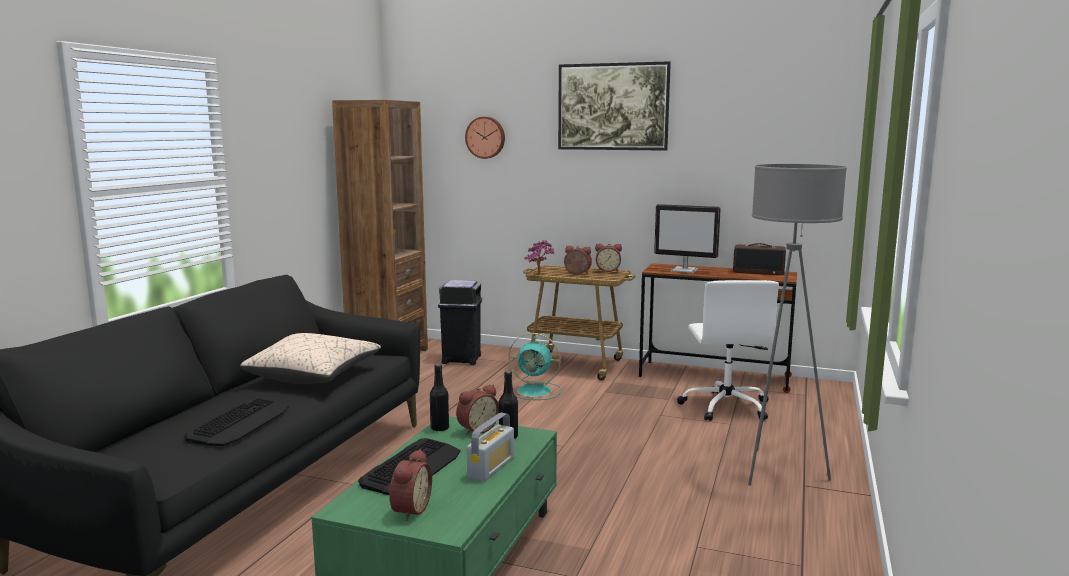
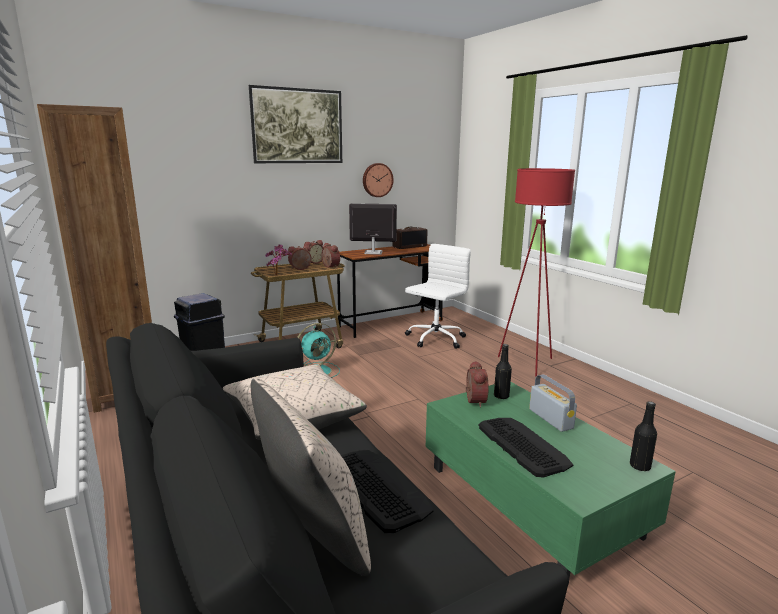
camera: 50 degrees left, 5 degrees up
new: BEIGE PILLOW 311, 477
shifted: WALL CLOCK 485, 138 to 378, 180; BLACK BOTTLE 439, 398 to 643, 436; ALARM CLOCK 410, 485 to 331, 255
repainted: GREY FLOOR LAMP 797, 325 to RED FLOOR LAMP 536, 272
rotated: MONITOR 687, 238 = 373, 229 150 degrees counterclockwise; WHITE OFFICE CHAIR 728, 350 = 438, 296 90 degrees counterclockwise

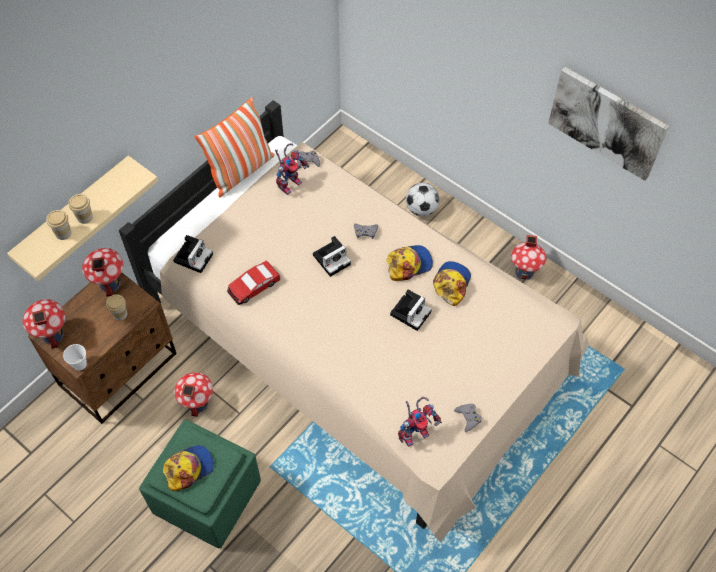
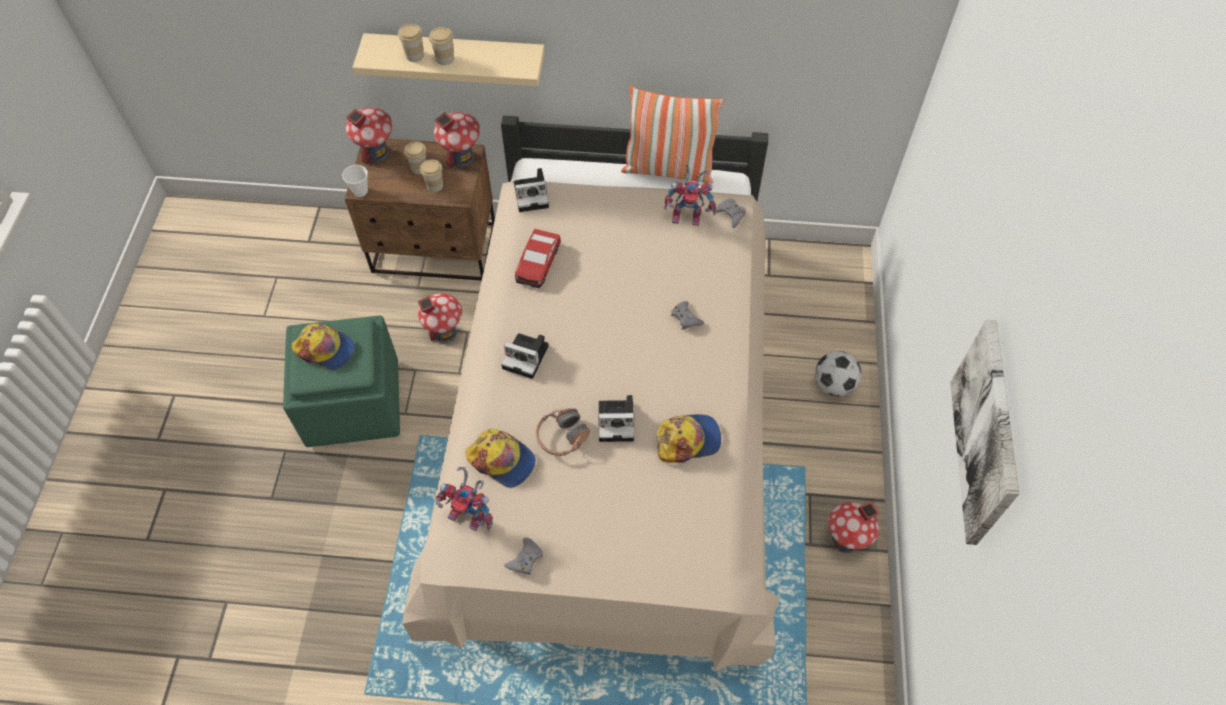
camera: 55 degrees right, 0 degrees up
new: CUP 415, 158; HEADPHONES 563, 432
shifted: PHOTO CAMERA 332, 256 to 525, 356; CAP 409, 263 to 500, 458
rotated: TOY CAR 253, 283 = 538, 258 90 degrees counterclockwise

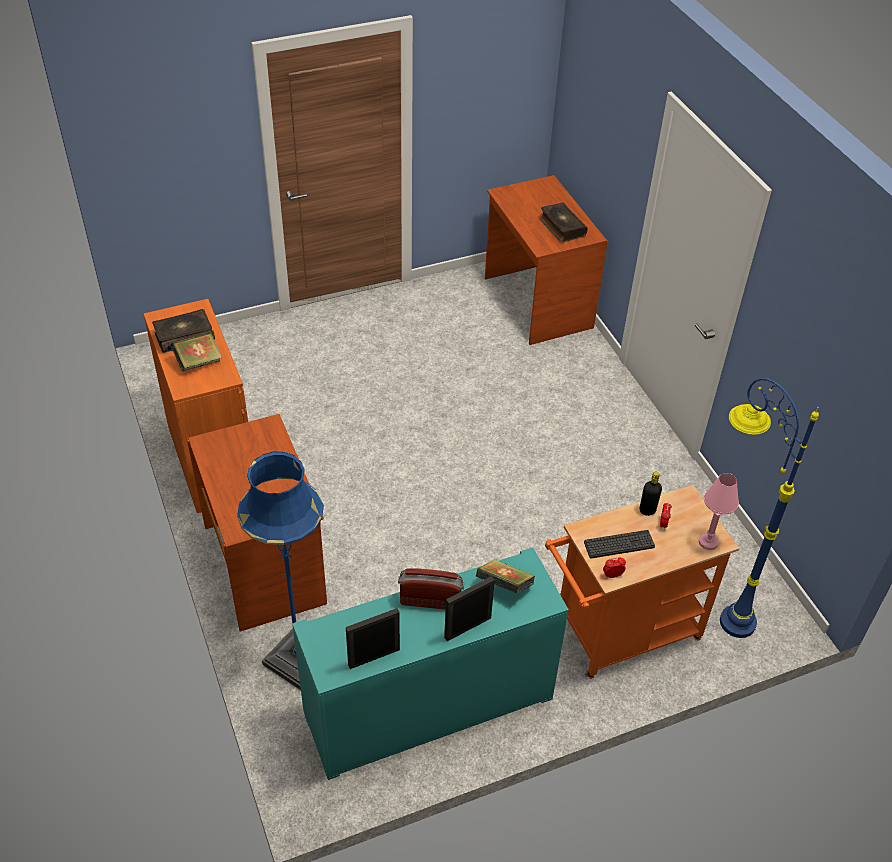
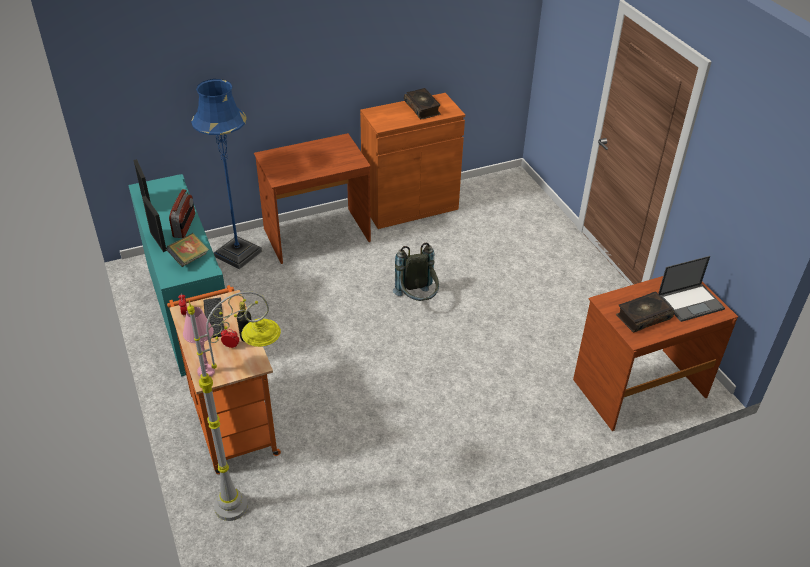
camera: 90 degrees right, 5 degrees down
gone: BOOK 197, 352
new: GREY BACKPACK 416, 272; LAPTOP 691, 289
repainted: BLUE FLOOR LAMP 769, 508 to GREY FLOOR LAMP 234, 406

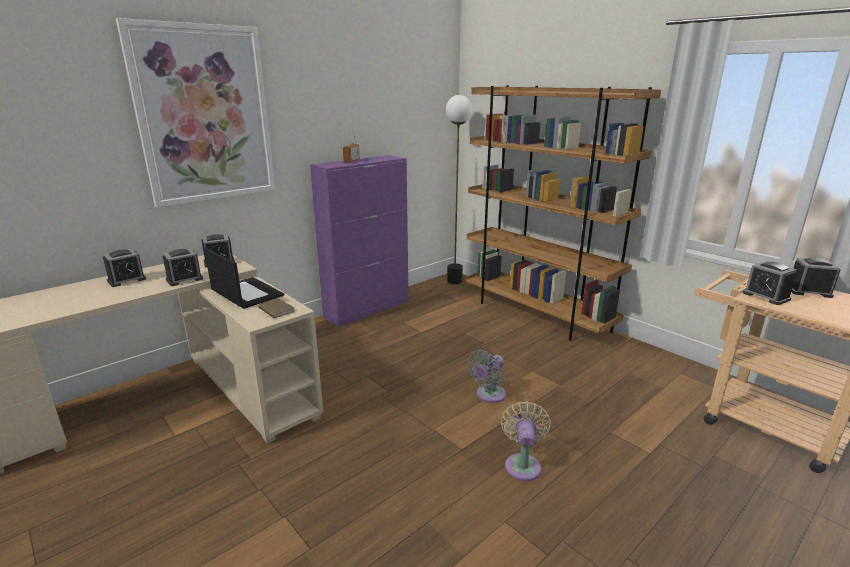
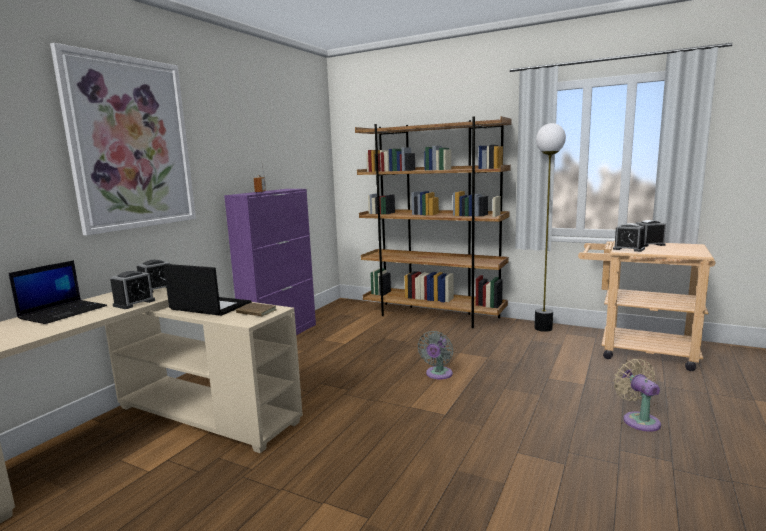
camera: 20 degrees left, 10 degrees down
shifted: FLOOR LAMP 459, 189 to 550, 227; BEIGE FAN 526, 441 to 637, 395
swapped: ALARM CLOCK 124, 268 to LAPTOP 58, 292

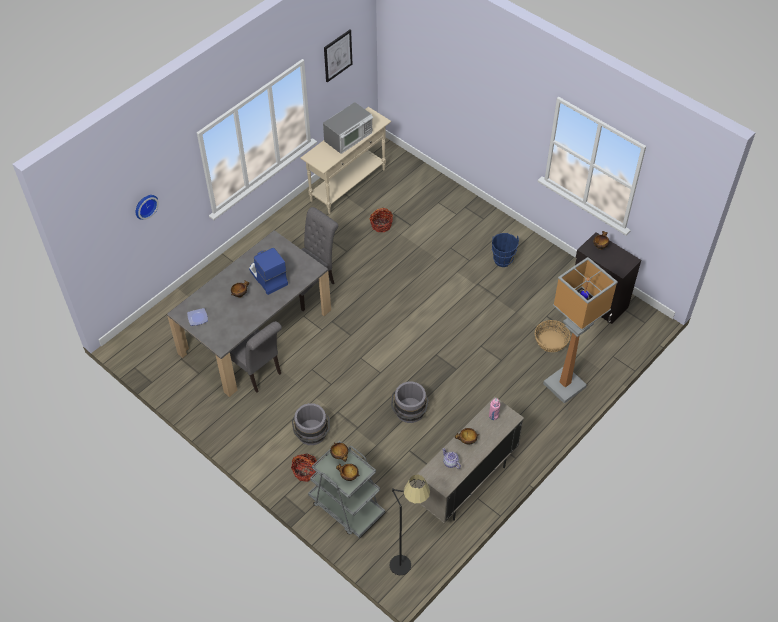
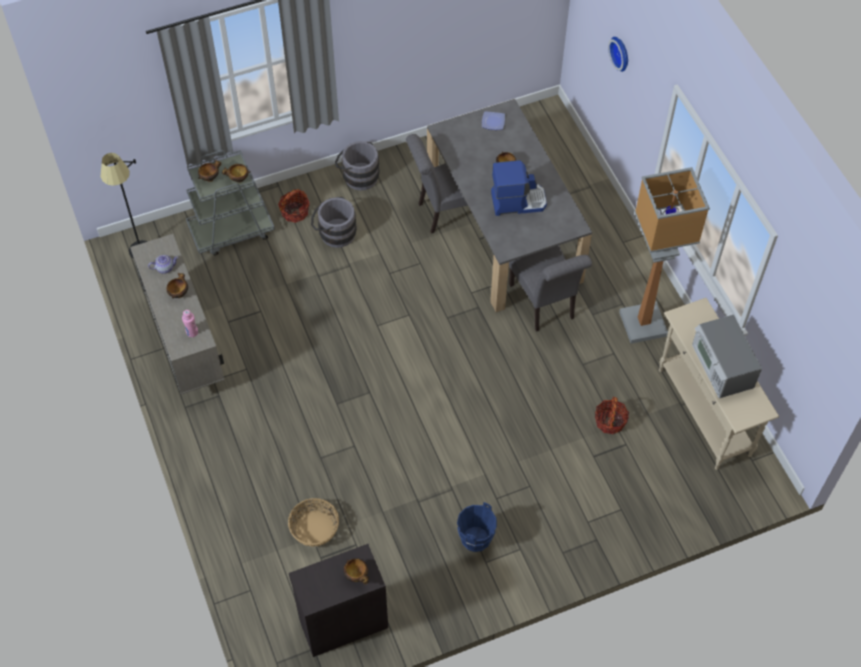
camera: 115 degrees right, 5 degrees up
gone: PICTURE 338, 56
shifted: FLOOR LAMP 580, 330 to 664, 255; GREY BUCKET 410, 402 to 357, 166

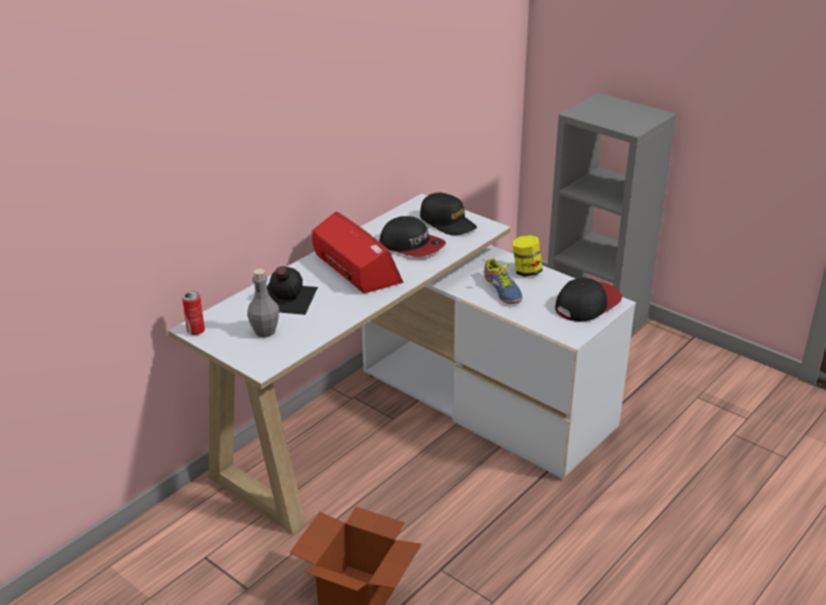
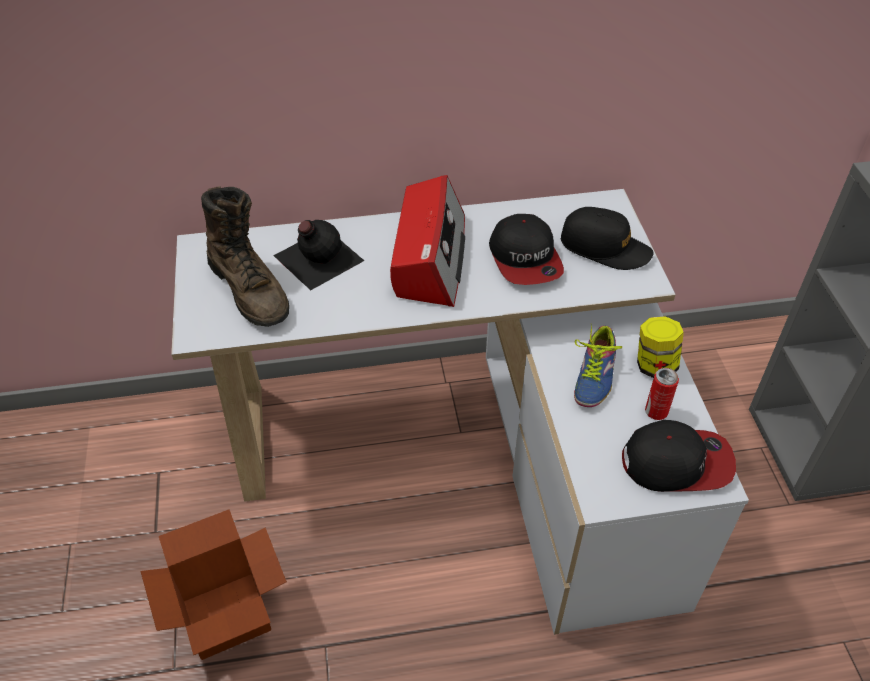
camera: 40 degrees right, 15 degrees up
shifted: CAN 193, 313 to 662, 394
swapped: GREY BOTTLE 263, 303 to BROWN BOOT 245, 256
rotated: BLACK CAP 448, 213 = 607, 238 60 degrees counterclockwise

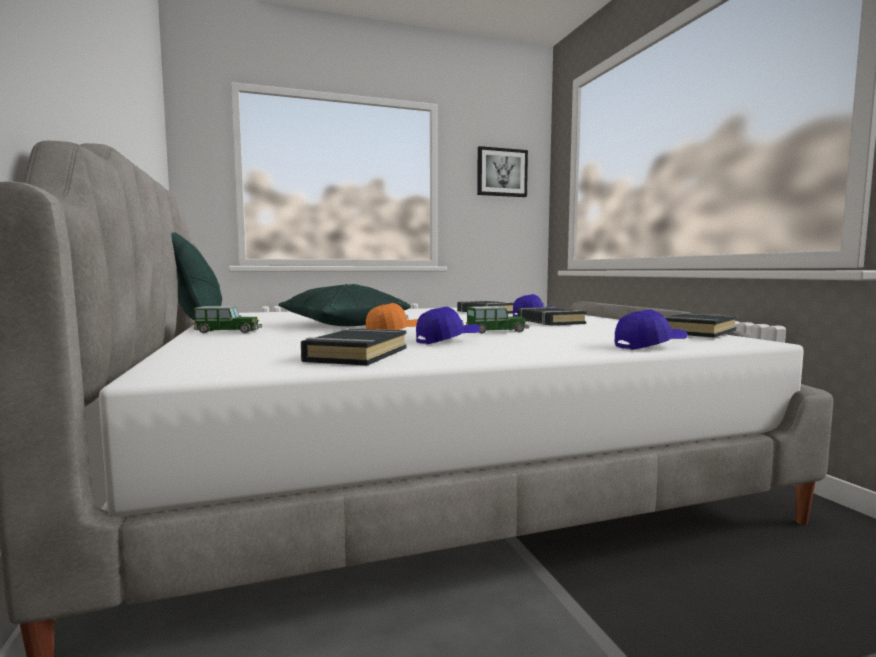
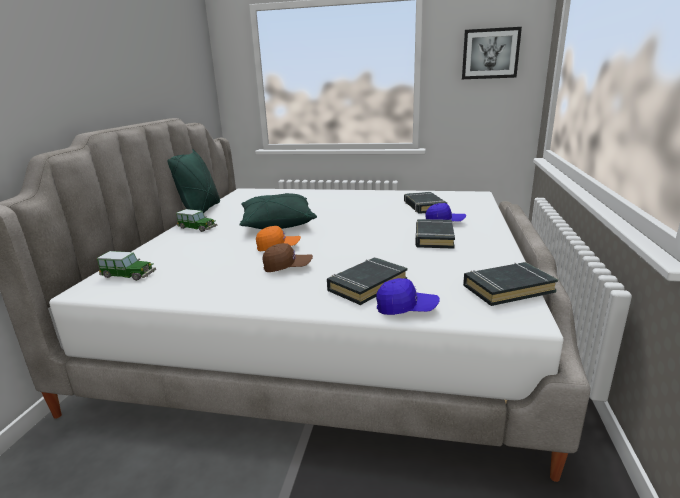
camera: 30 degrees right, 15 degrees up
shifted: TOY CAR 497, 320 to 126, 266; BLACK BOOK 354, 347 to 367, 281
repainted: BLUE CAP 448, 325 to BROWN CAP 287, 257

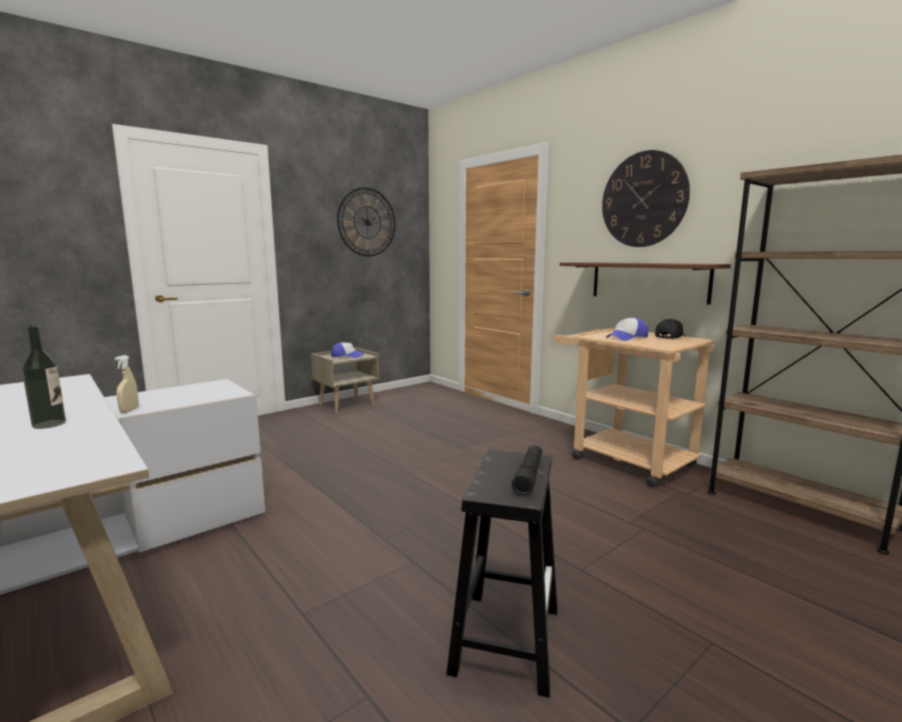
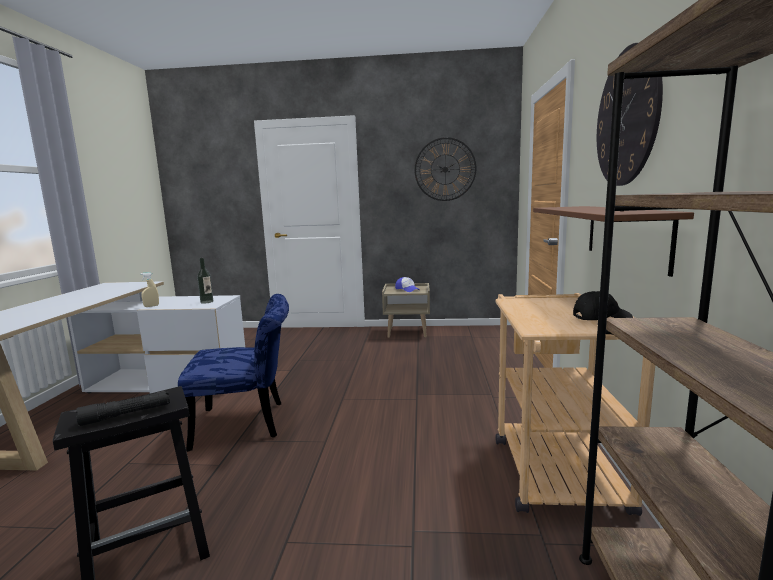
camera: 45 degrees right, 0 degrees up
gone: CAP 627, 329
new: BLUE CHAIR 233, 373
shifted: BOTTLE 44, 377 to 205, 280

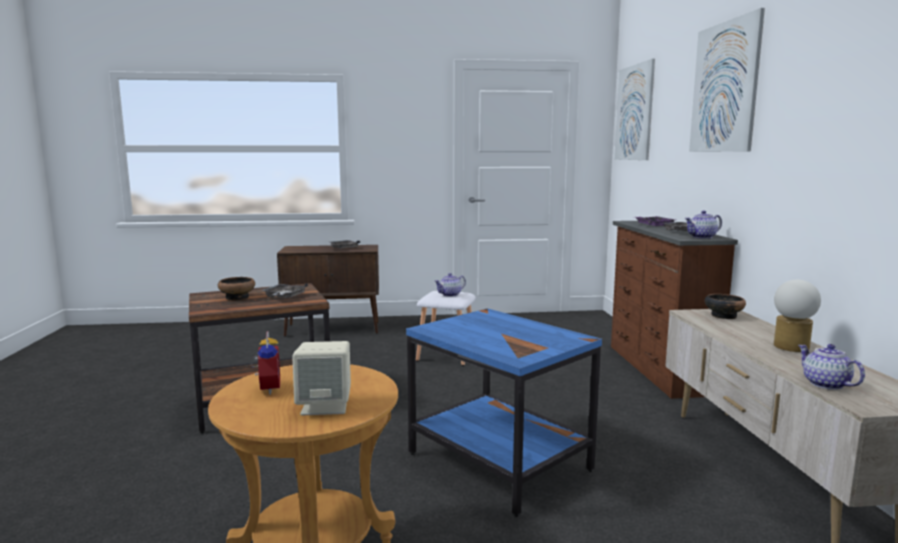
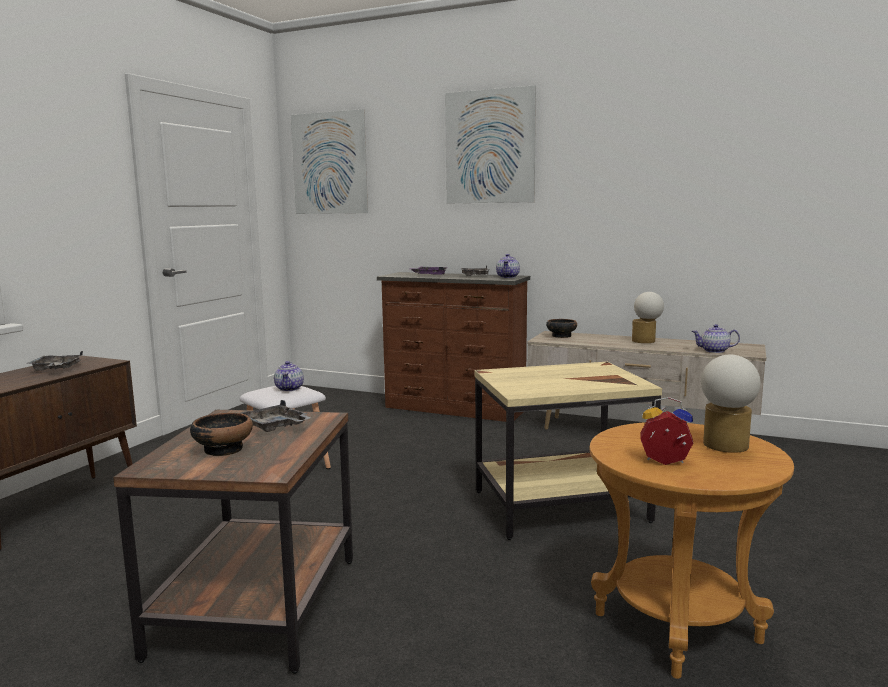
camera: 60 degrees left, 0 degrees up
swapped: BEIGE SPEAKER 321, 378 to TABLE LAMP 730, 404
repainted: BLUE SIDE TABLE 504, 412 to BEIGE SIDE TABLE 568, 451

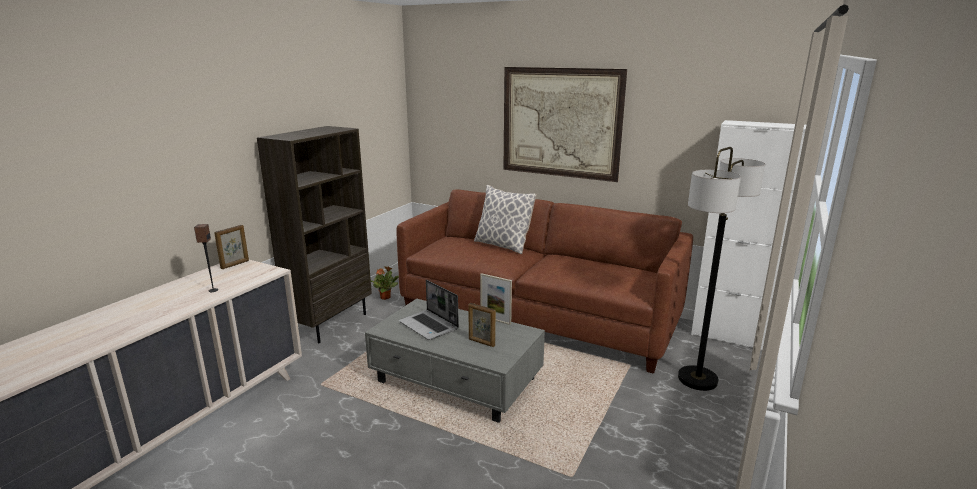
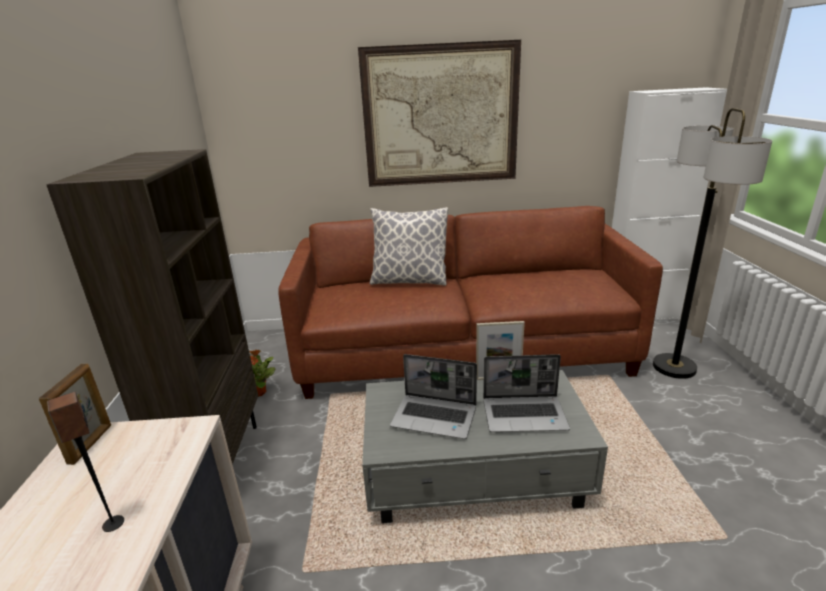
camera: 30 degrees left, 5 degrees up
swapped: PICTURE FRAME 482, 325 to LAPTOP 526, 393

